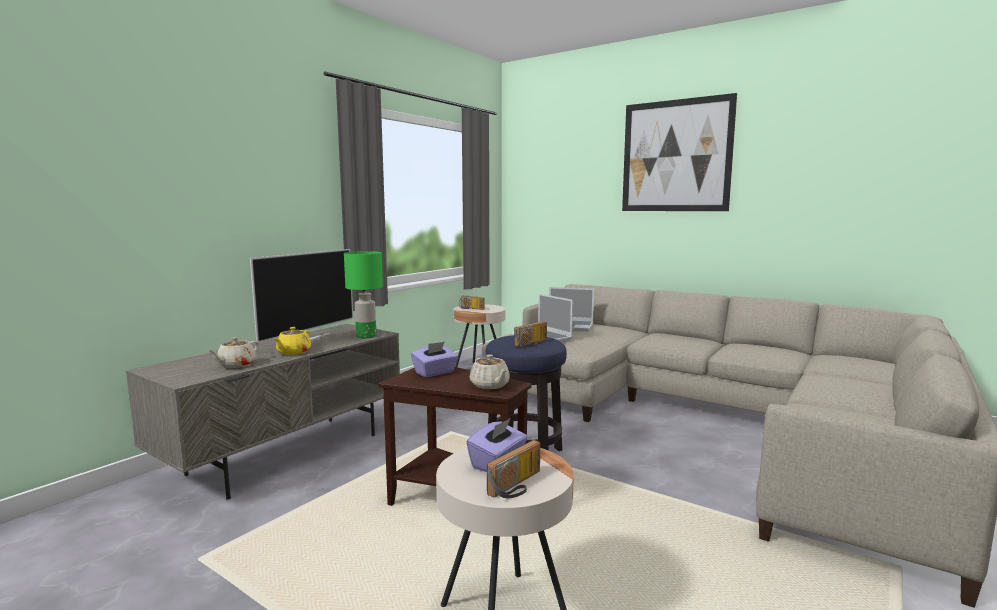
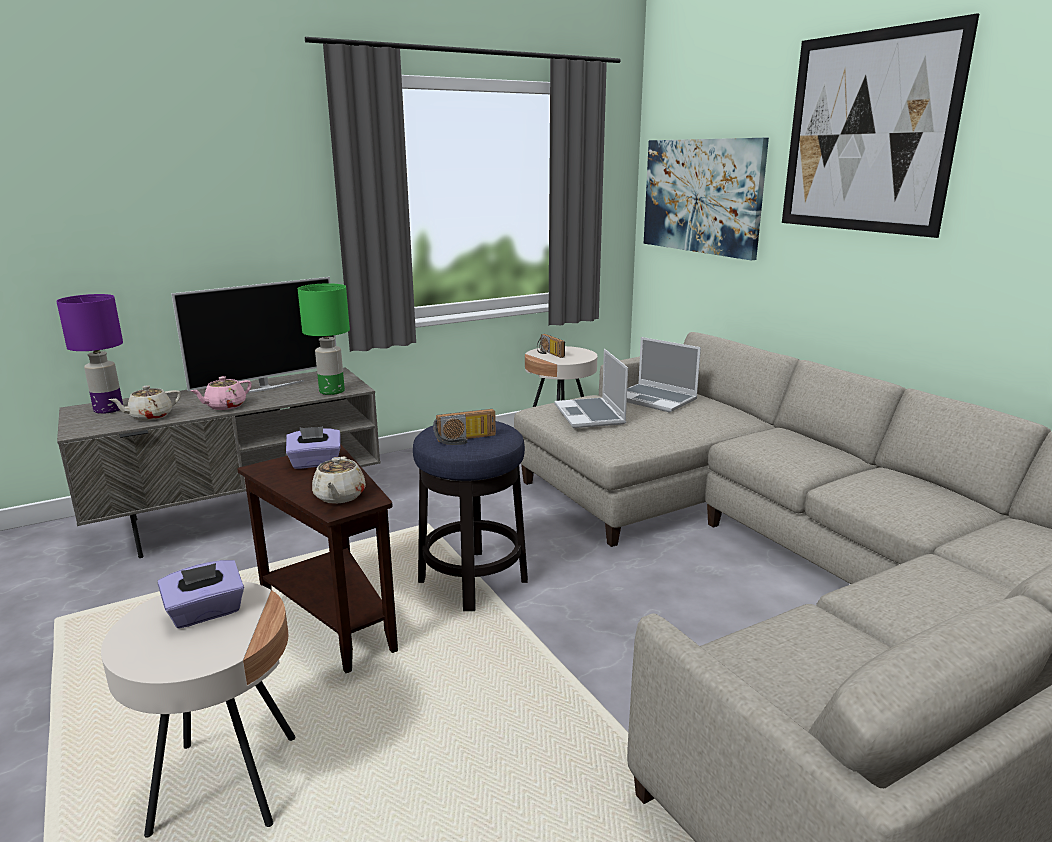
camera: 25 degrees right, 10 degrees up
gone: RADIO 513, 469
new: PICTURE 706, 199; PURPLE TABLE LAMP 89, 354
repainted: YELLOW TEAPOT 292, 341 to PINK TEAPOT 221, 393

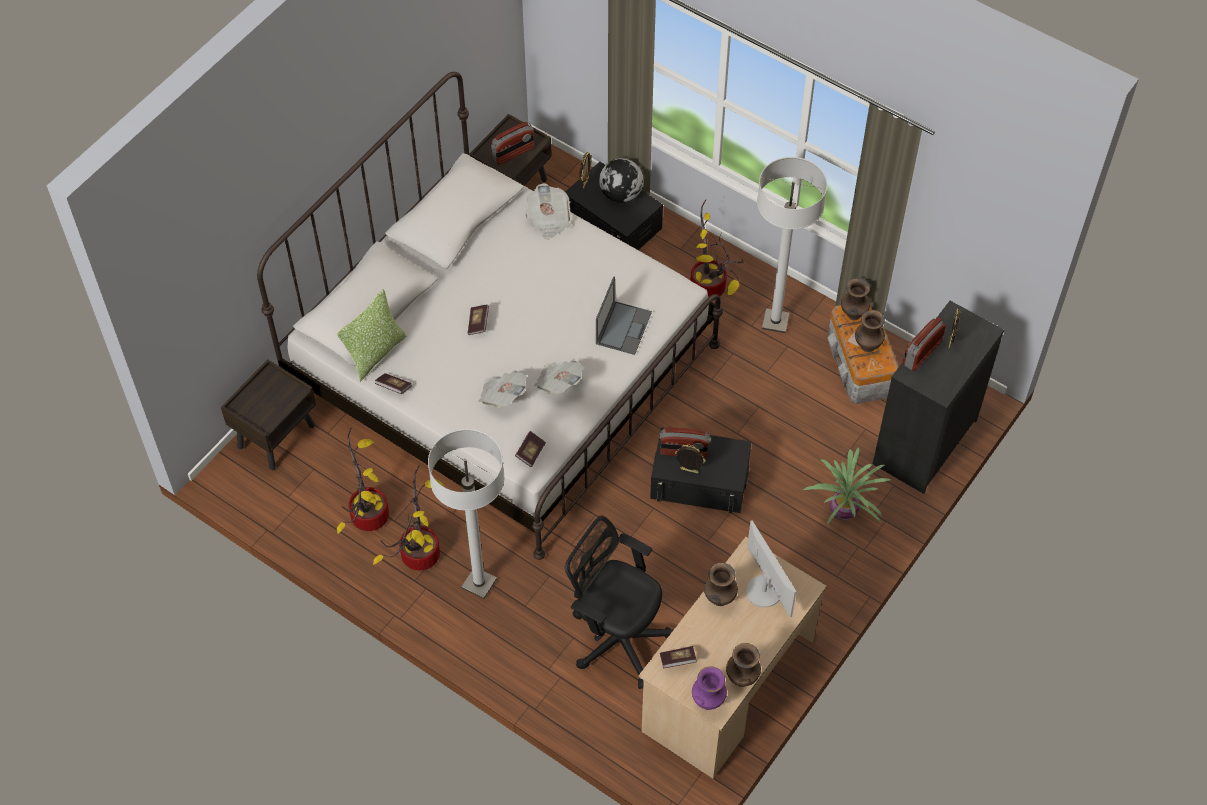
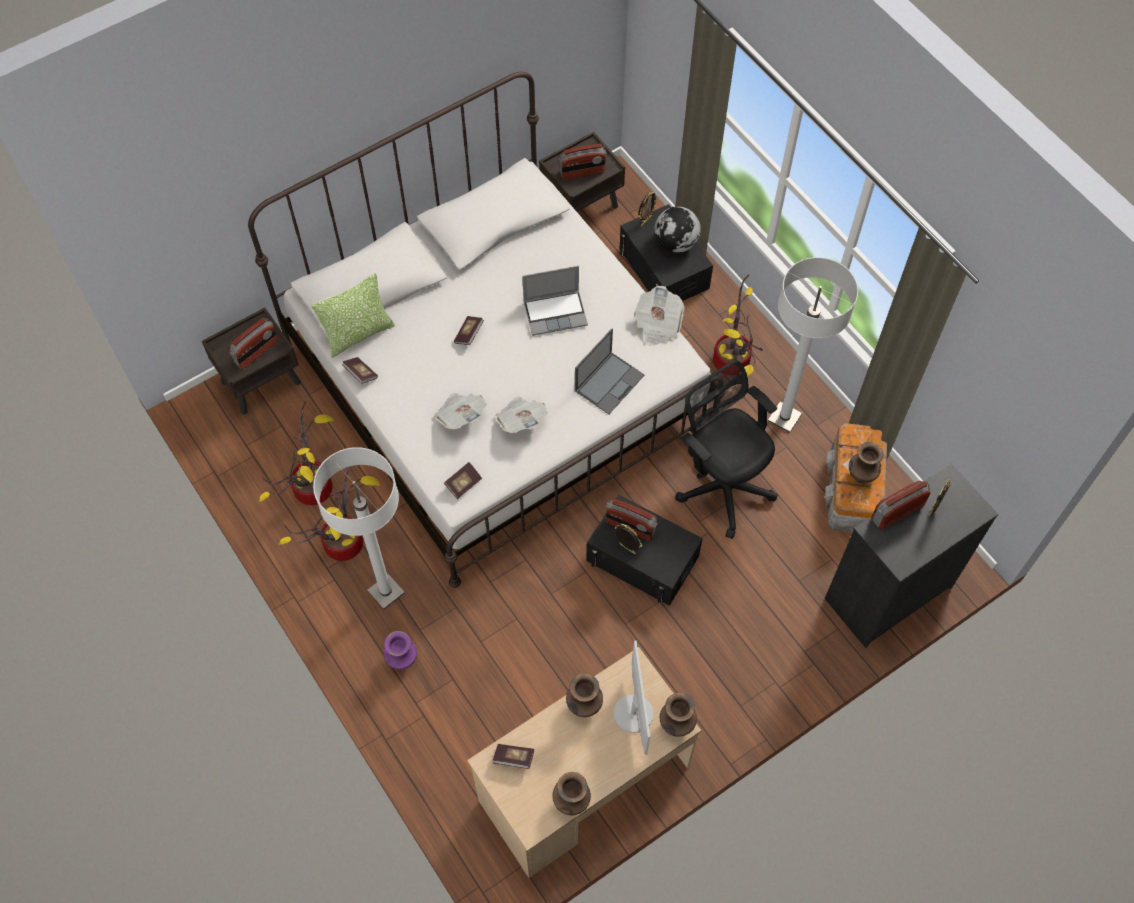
camera: 20 degrees right, 5 degrees up
gone: POTTED PLANT 846, 486
new: LAPTOP 555, 301; RADIO 253, 344
shifted: NEWSPAPER 548, 211 to 659, 316; BROWN VASE 856, 299 to 678, 715; BLACK OFFICE CHAIR 619, 602 to 726, 449; PURPLE VASE 709, 688 to 400, 650

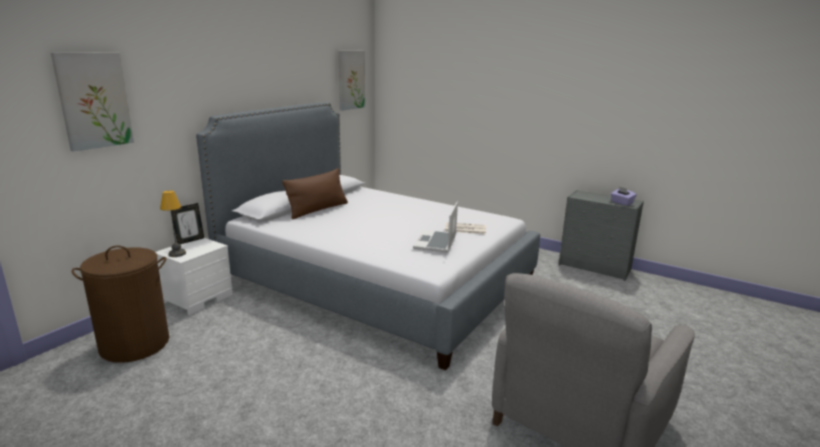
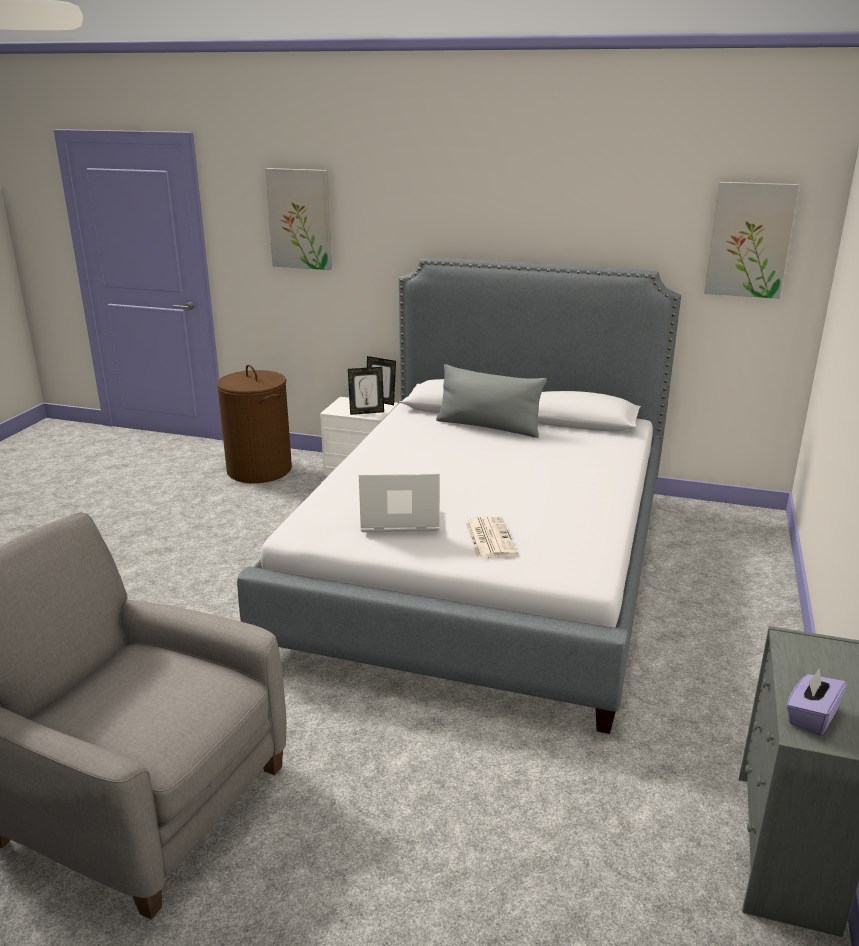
camera: 75 degrees right, 5 degrees up
gone: TABLE LAMP 173, 223
new: PICTURE FRAME 366, 391
repainted: BROWN PILLOW 315, 193 to GREY PILLOW 491, 401

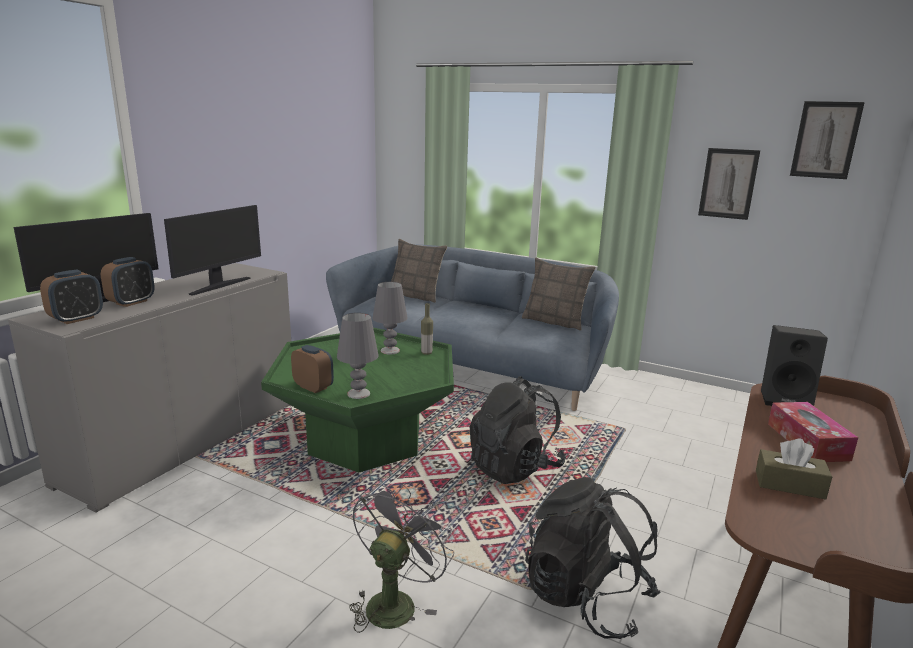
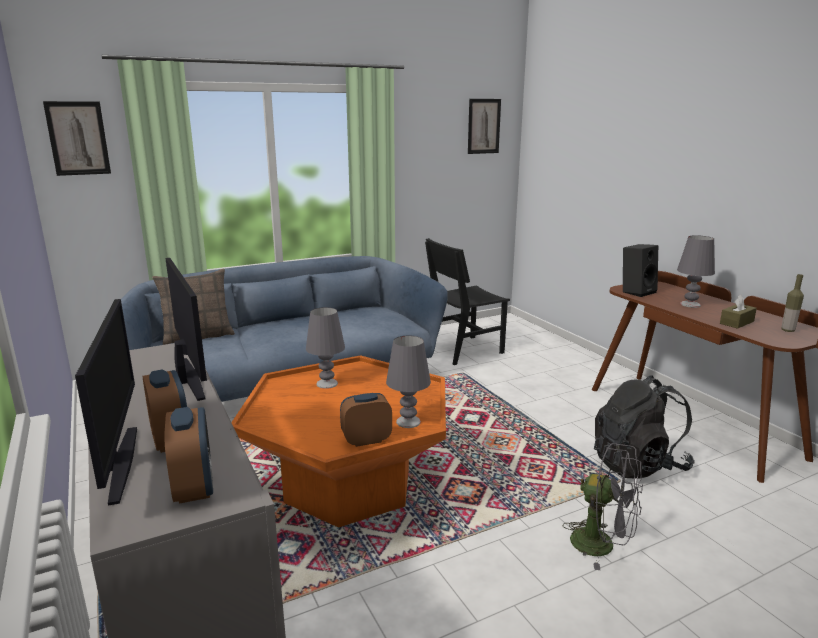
camera: 55 degrees left, 0 degrees up
gone: PILLOW 559, 294; BLACK BACKPACK 518, 430
new: BLACK CHAIR 467, 301
shifted: PICTURE 729, 184 to 77, 138; BOTTLE 427, 329 to 792, 303
swapped: TISSUE BOX 813, 432 to GREY TABLE LAMP 696, 271
repainted: GREEN COFFEE TABLE 357, 400 to ORANGE COFFEE TABLE 338, 441
rotated: GREY FAN 401, 558 = 602, 506 150 degrees clockwise

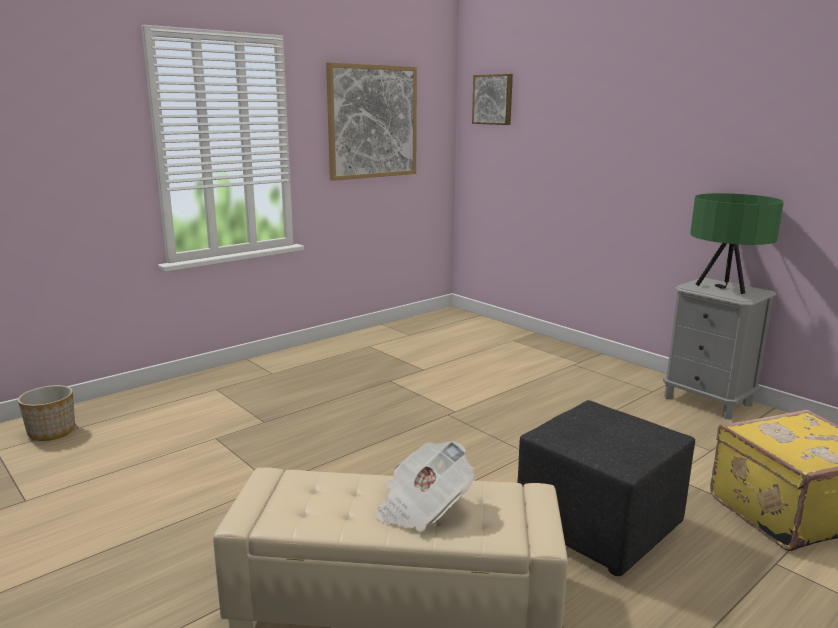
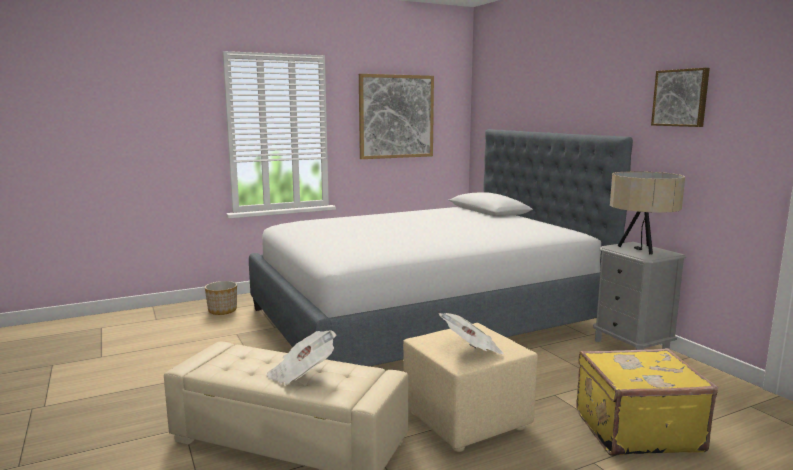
camera: 15 degrees right, 5 degrees down
new: BED 441, 248; NEWSPAPER 471, 334
shifted: PICTURE 492, 99 to 680, 97; PLANTER 46, 413 to 221, 298
repainted: GREEN TABLE LAMP 737, 243 to BEIGE TABLE LAMP 647, 212; BLACK OTTOMAN 606, 488 to BEIGE OTTOMAN 470, 387

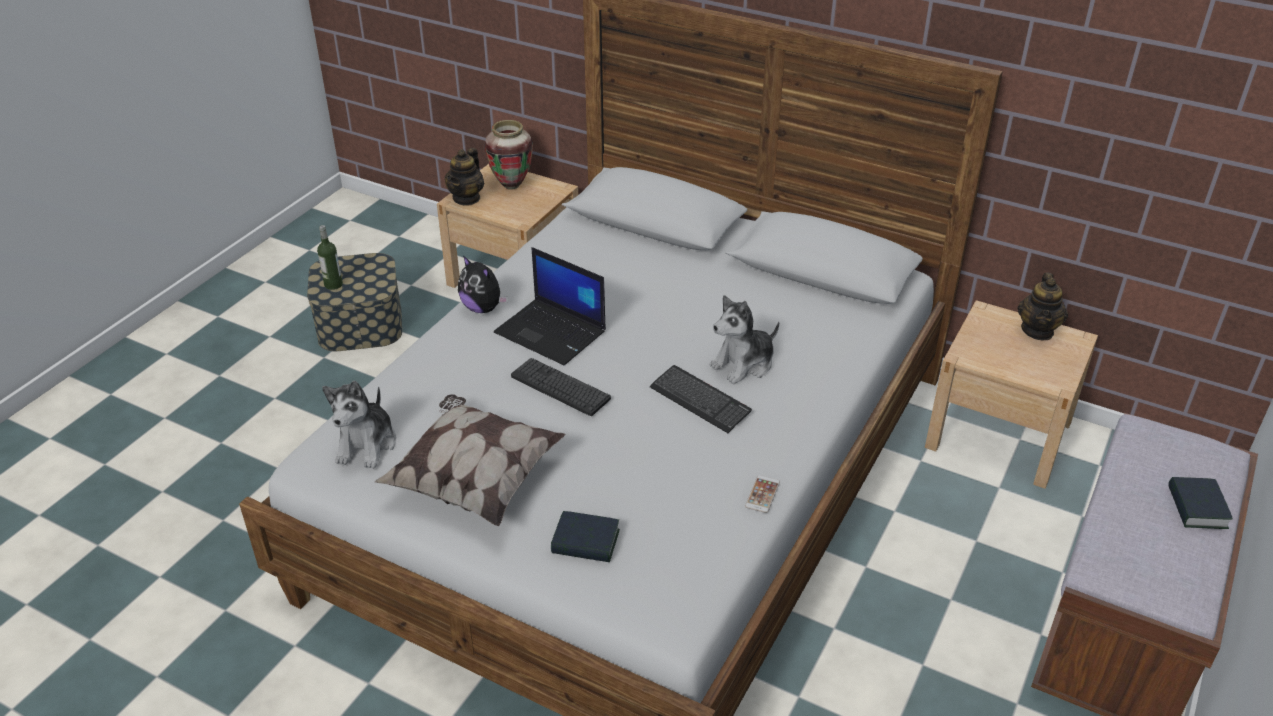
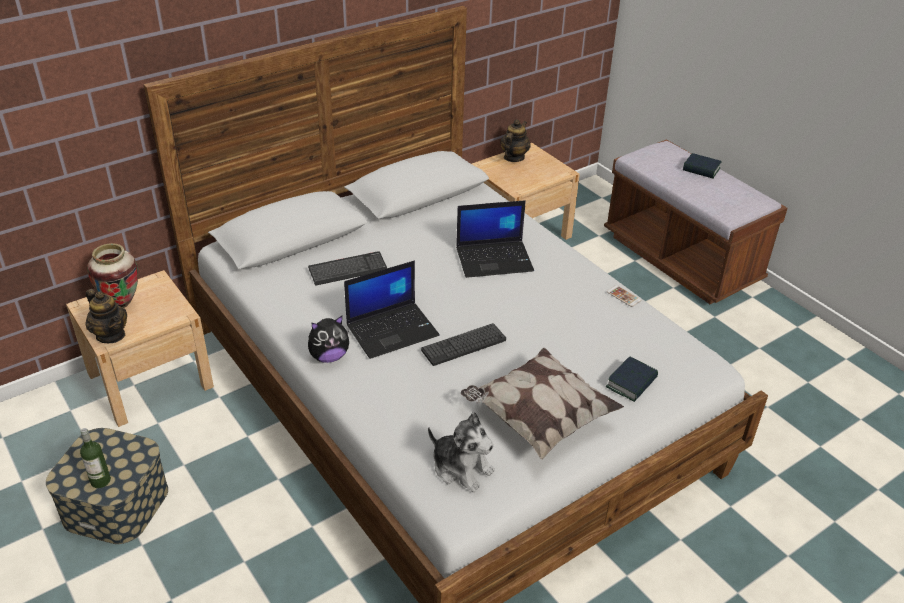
camera: 65 degrees left, 0 degrees up
shifted: KEYBOARD 701, 399 to 347, 268
swapped: PLUSH TOY 744, 339 to LAPTOP 495, 239
rotated: TEAPOT 1042, 306 = 515, 140 105 degrees counterclockwise

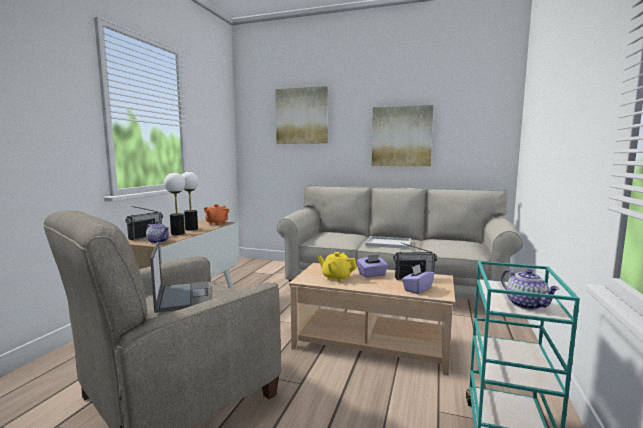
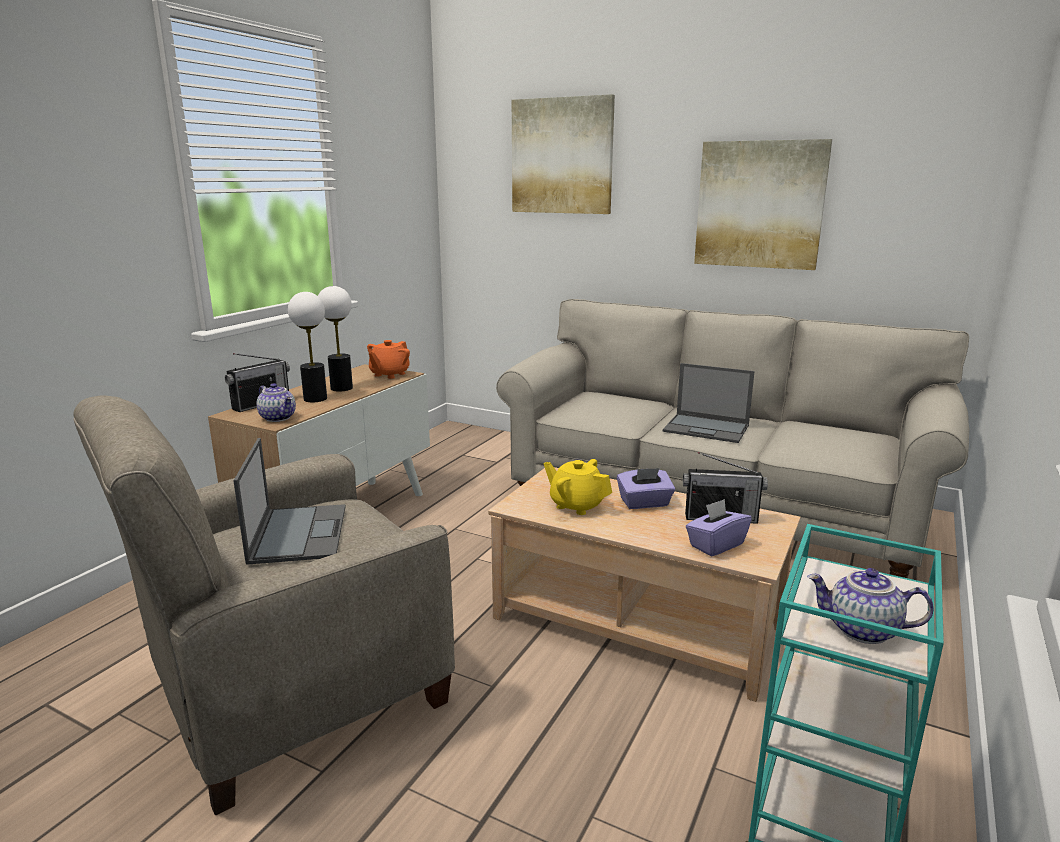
camera: 10 degrees right, 10 degrees up
swapped: WHITE TRAY 388, 242 to LAPTOP 709, 403
rotated: TEAPOT 530, 289 = 870, 606 120 degrees clockwise

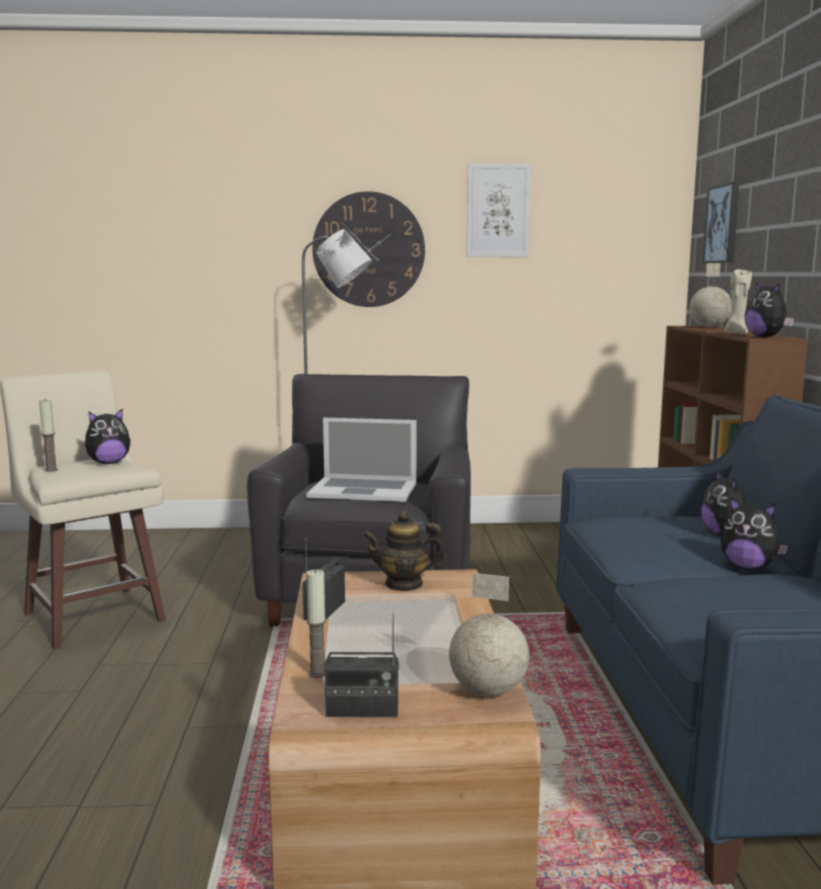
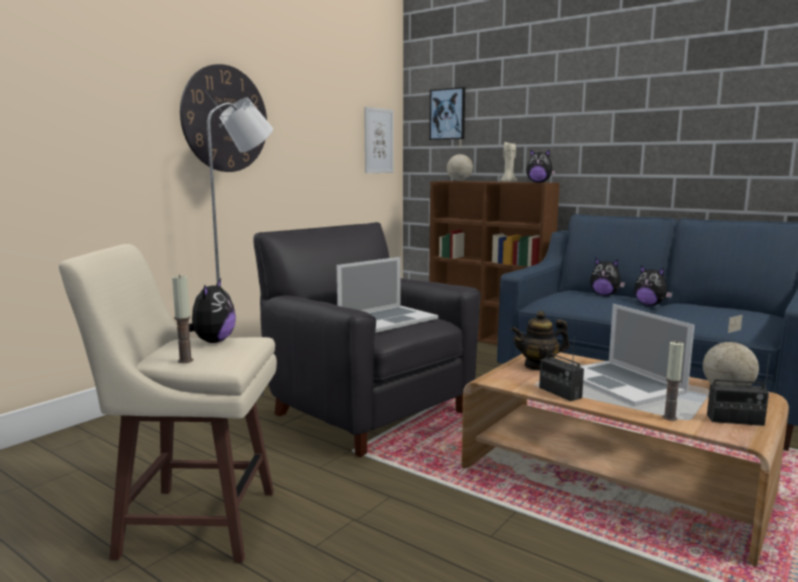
camera: 50 degrees left, 0 degrees up
new: LAPTOP 637, 355
shifted: PICTURE 499, 210 to 379, 140
rotated: PLUSH TOY 754, 533 = 653, 286 60 degrees clockwise; TEAPOT 404, 551 = 540, 341 45 degrees clockwise; RADIO 361, 665 = 738, 390 60 degrees clockwise

